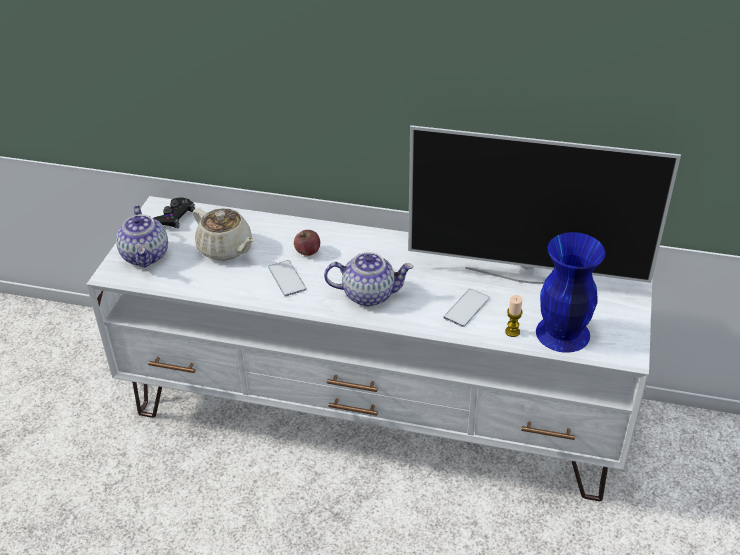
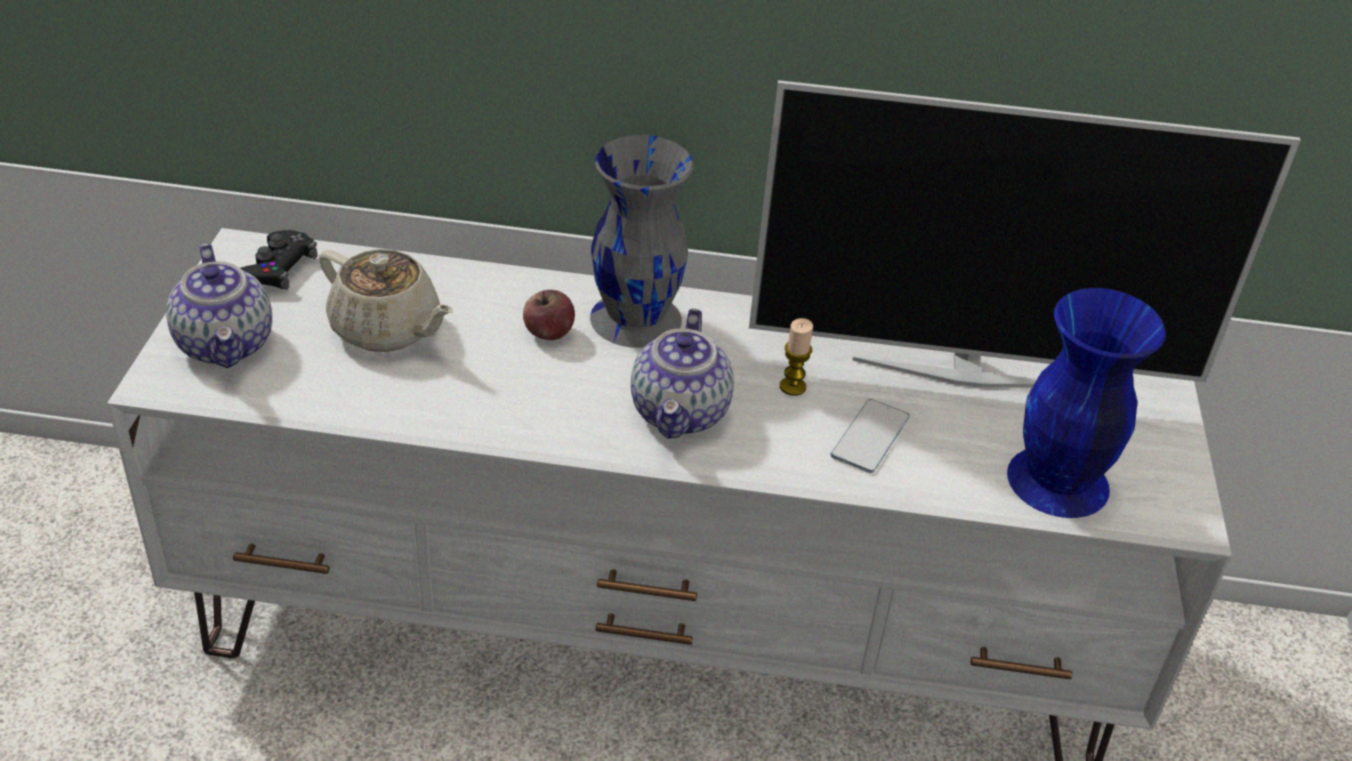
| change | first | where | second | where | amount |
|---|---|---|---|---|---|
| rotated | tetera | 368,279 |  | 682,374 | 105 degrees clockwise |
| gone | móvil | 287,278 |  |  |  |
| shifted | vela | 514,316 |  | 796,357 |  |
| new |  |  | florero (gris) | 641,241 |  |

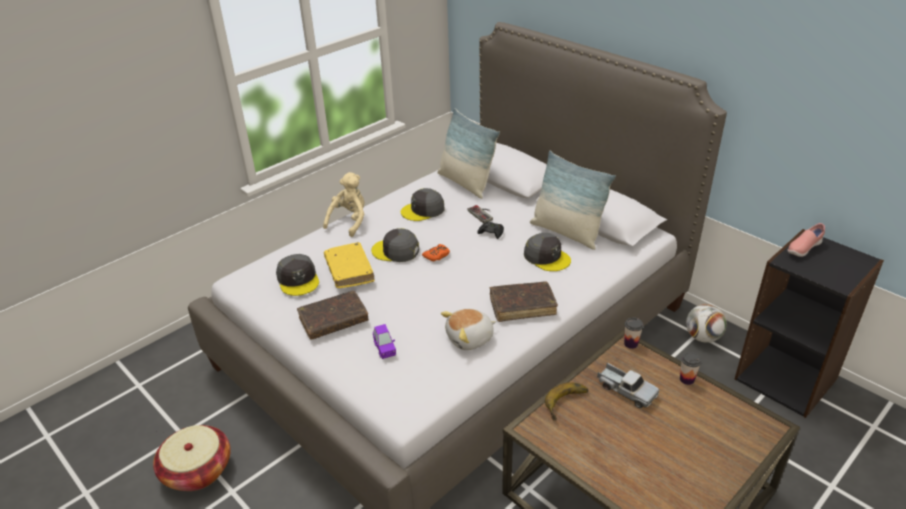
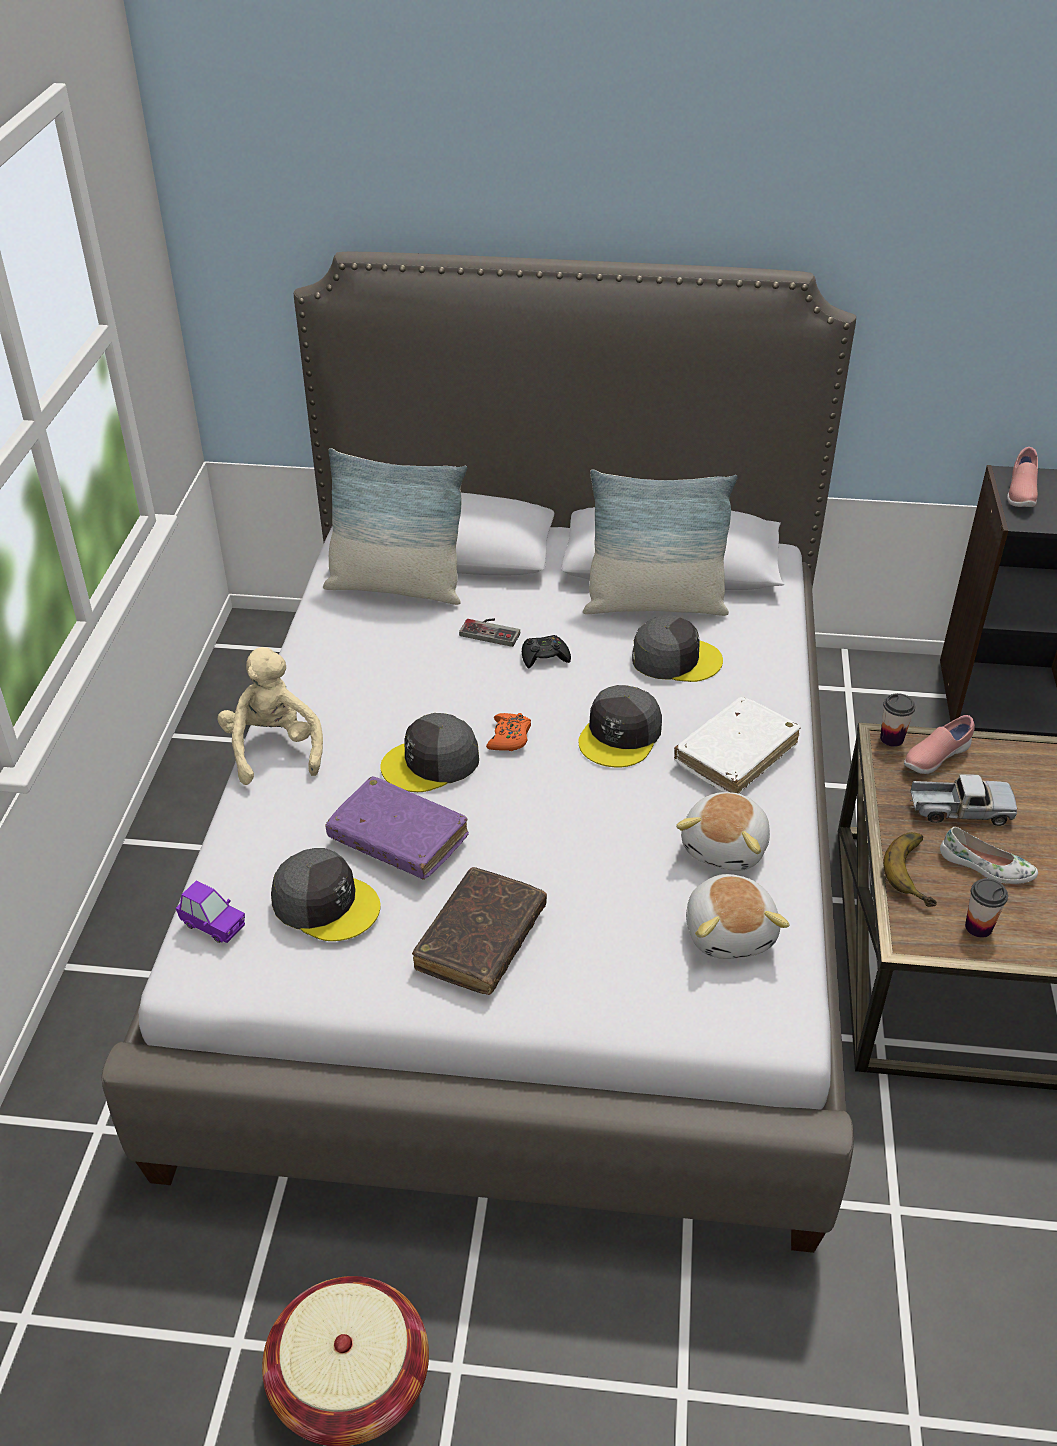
| change | first | where | second | where | amount |
|---|---|---|---|---|---|
| shifted | gorra (gris) | 423,204 |  | 620,726 |  |
| repainted | libro (amarillo) | 349,265 | libro (morado) | 397,828 |  |
| repainted | libro (marrón) | 524,301 | libro (blanco) | 737,745 |  |
| gone | balón de fútbol | 706,323 |  |  |  |
| shifted | coche de juguete (morado) | 384,341 |  | 210,911 |  |
| shifted | taza | 691,368 |  | 986,908 |  |
| new |  |  | zapato (rosa) | 939,744 |  |
| new |  |  | zapato (blanco) | 989,855 |  |
| new |  |  | peluche | 738,916 |  |

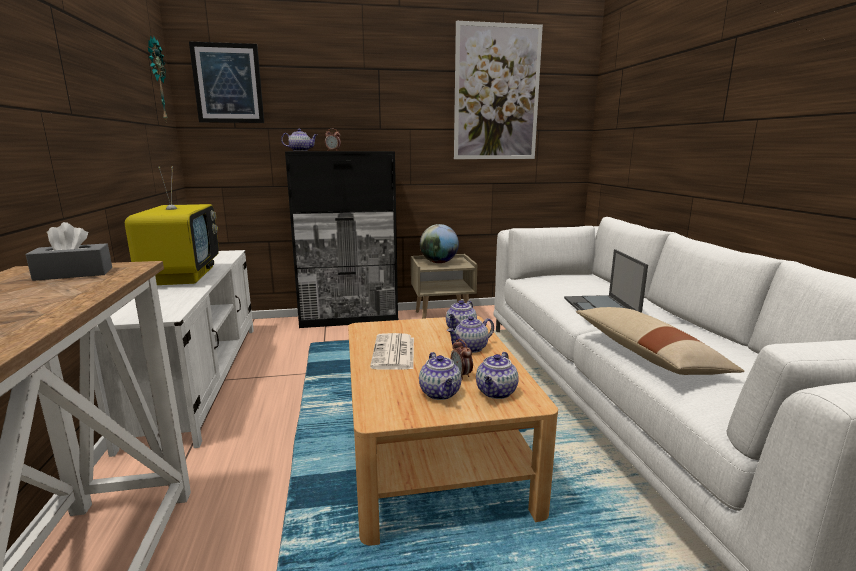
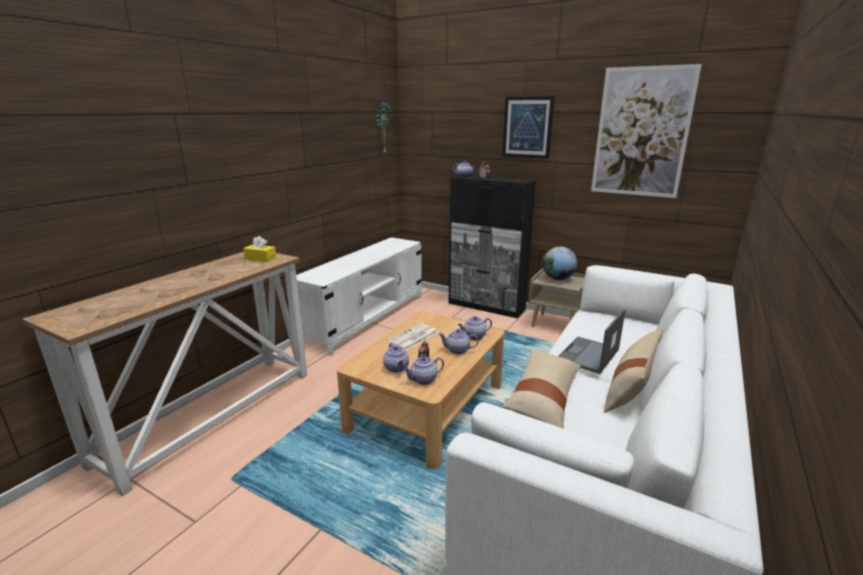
| change | first | where | second | where | amount |
|---|---|---|---|---|---|
| shifted | cuadro | 226,82 |  | 528,127 |  |
| gone | televisor | 172,226 |  |  |  |
| repainted | caja de pañuelos (gris) | 69,251 | caja de pañuelos (amarillo) | 259,249 |  |
| rotated | tetera | 440,376 |  | 396,358 | 45 degrees counterclockwise |
| new |  |  | cojín (beis) | 633,370 |  |

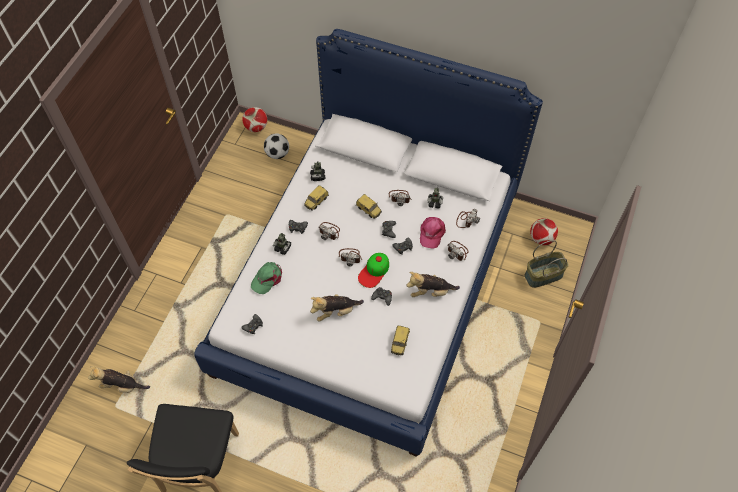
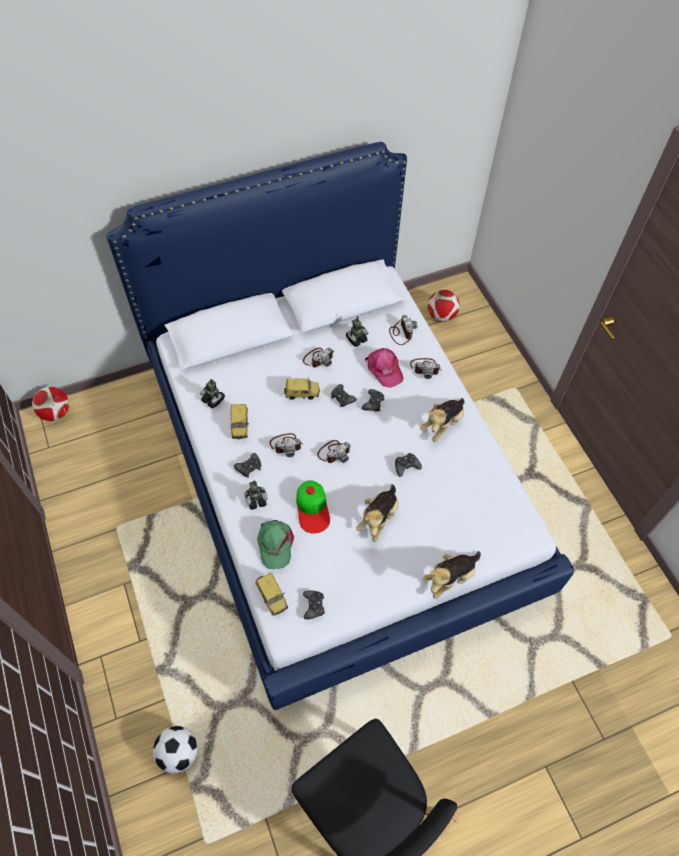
| change | first | where | second | where | amount |
|---|---|---|---|---|---|
| shifted | balón de fútbol | 276,146 |  | 175,750 |  |
| gone | cesta | 547,264 |  |  |  |
| shifted | gorra | 373,270 |  | 313,506 |  |
| shifted | coche de juguete | 400,340 |  | 272,594 |  |
| shifted | peluche | 119,379 |  | 452,575 |  |

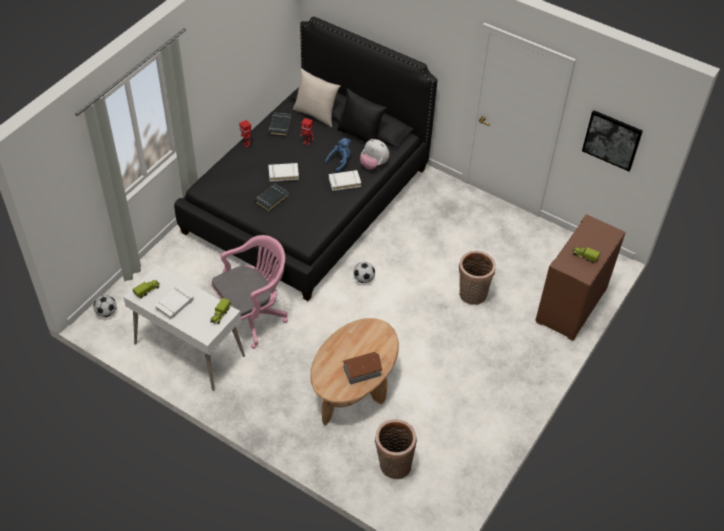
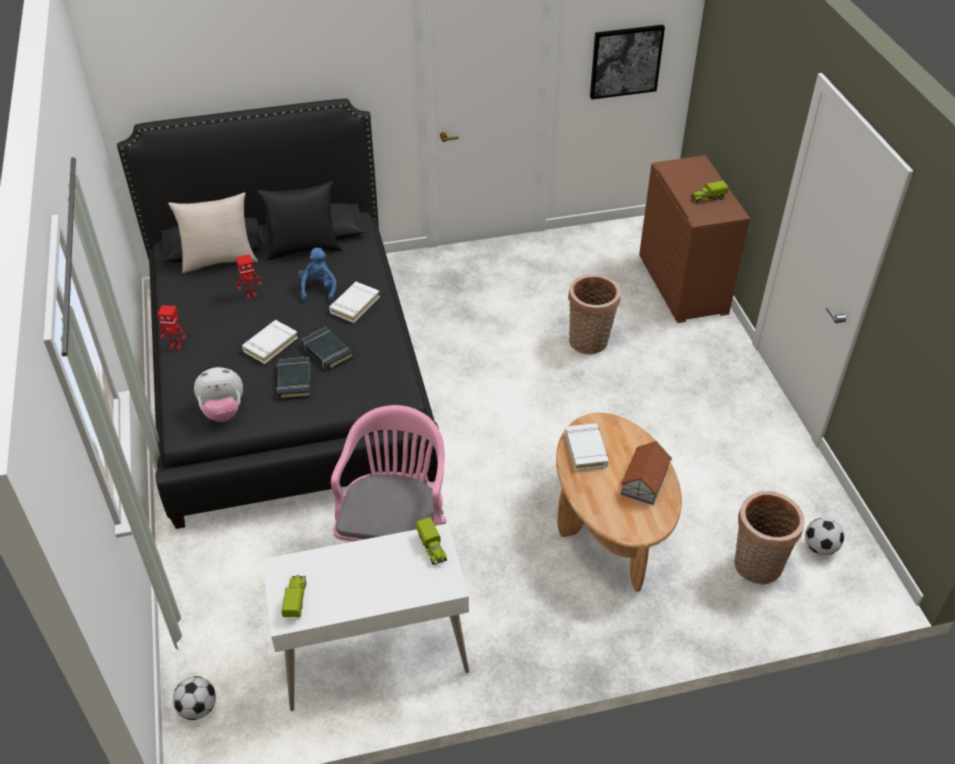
| change | first | where | second | where | amount |
|---|---|---|---|---|---|
| shifted | libro (negro) | 280,125 |  | 327,349 |  |
| shifted | peluche | 374,154 |  | 218,394 |  |
| shifted | balón de fútbol | 364,272 |  | 824,536 |  |
| shifted | libro (blanco) | 174,302 |  | 587,447 |  |

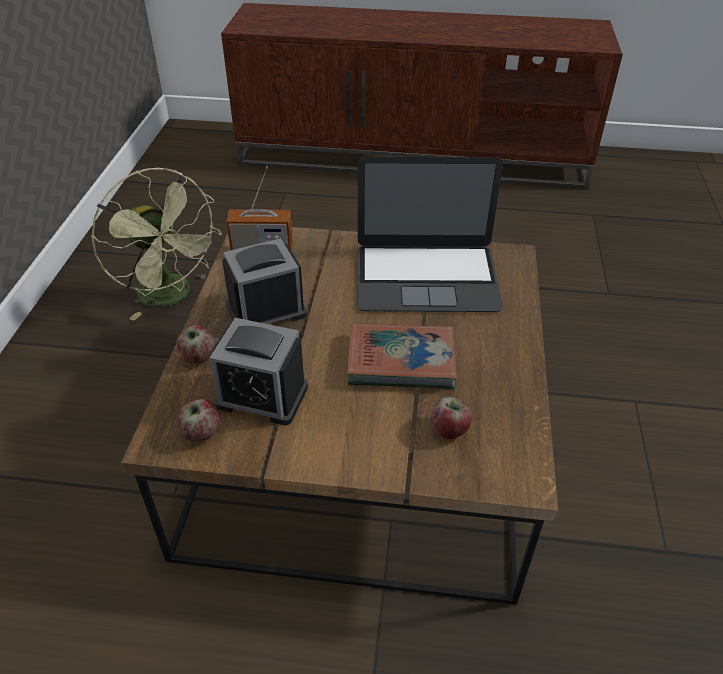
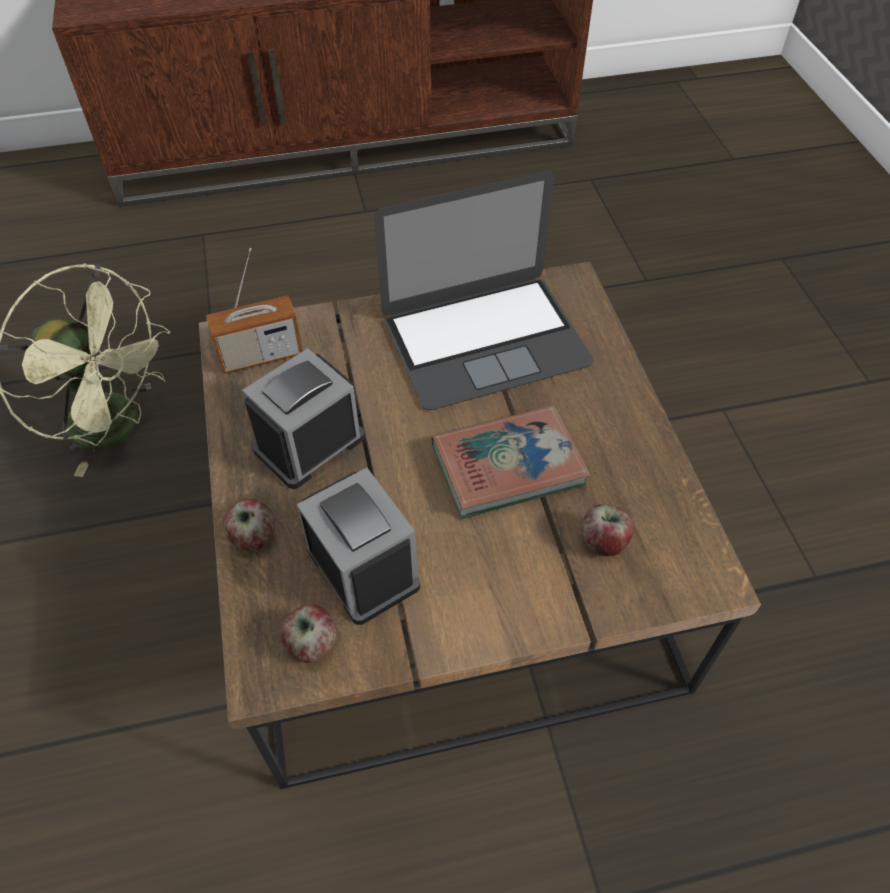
| change | first | where | second | where | amount |
|---|---|---|---|---|---|
| rotated | despertador | 258,371 |  | 358,546 | 120 degrees counterclockwise |

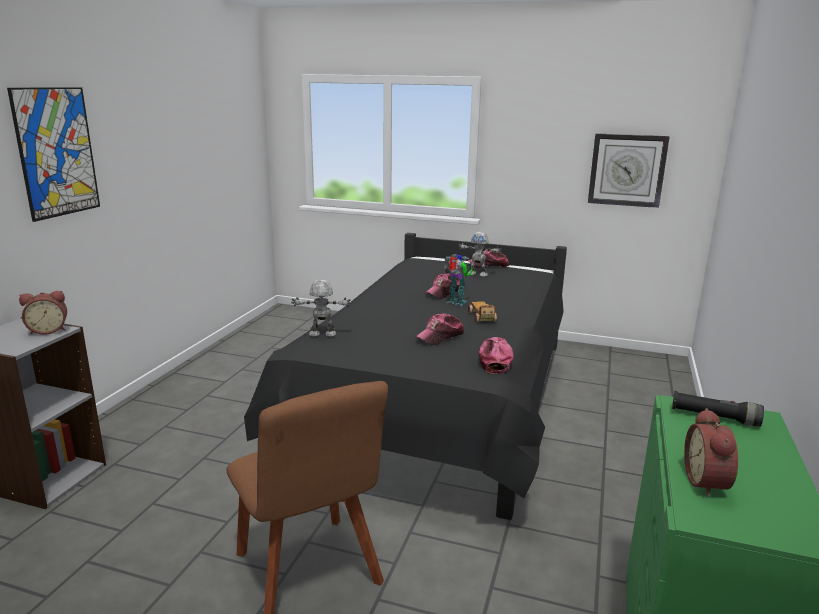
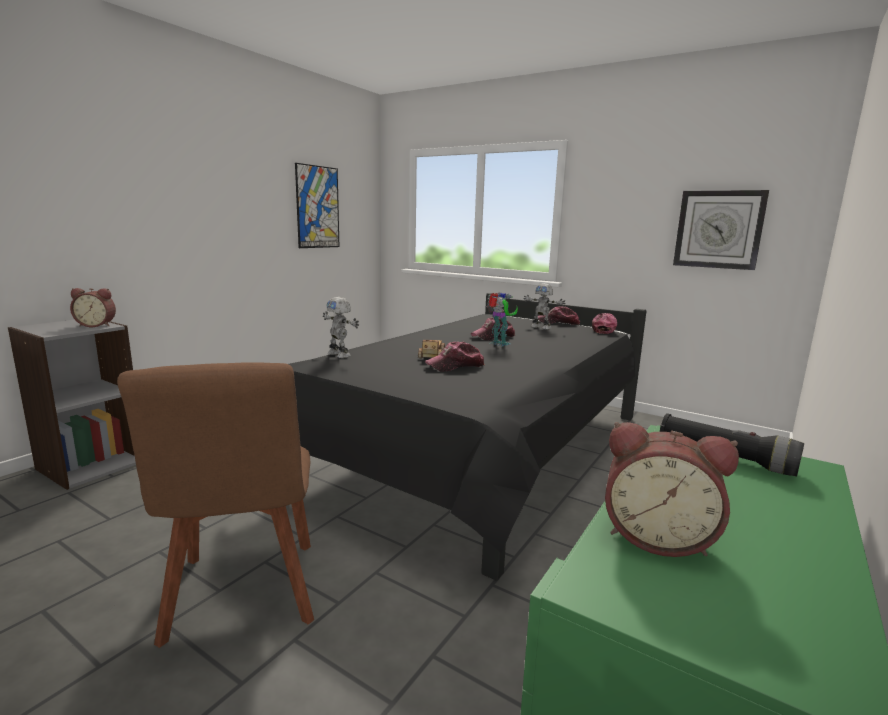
| change | first | where | second | where | amount |
|---|---|---|---|---|---|
| shifted | cuadro | 53,154 |  | 317,205 |  |
| rotated | robot de juguete | 321,308 |  | 341,327 | 150 degrees counterclockwise |
| shifted | coche de juguete | 482,312 |  | 431,349 |  |
| shifted | gorra | 496,355 |  | 604,323 |  |
| rotated | despertador | 711,453 |  | 672,489 | 90 degrees counterclockwise |

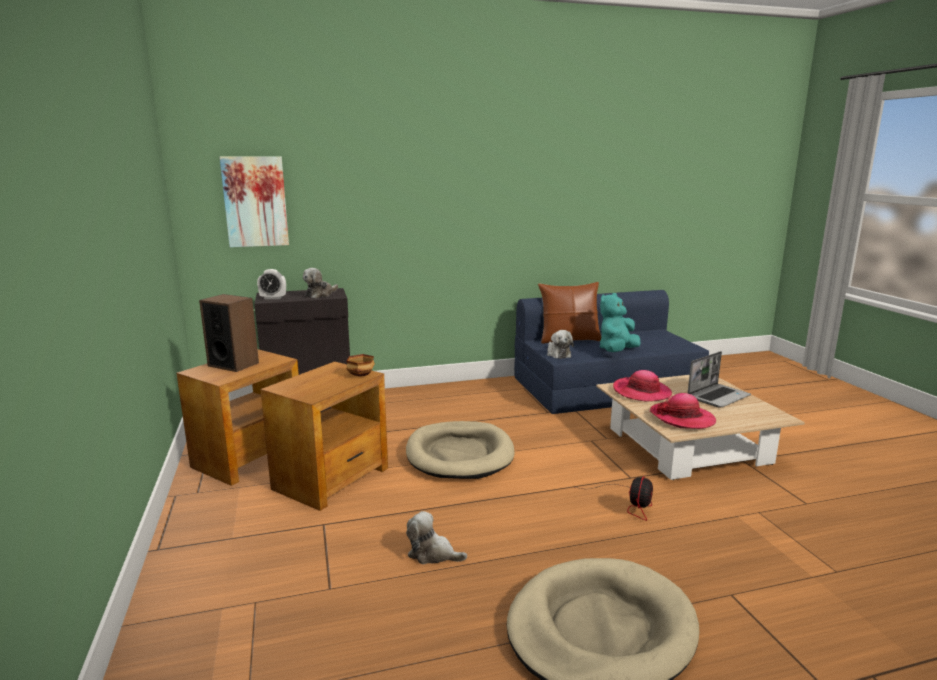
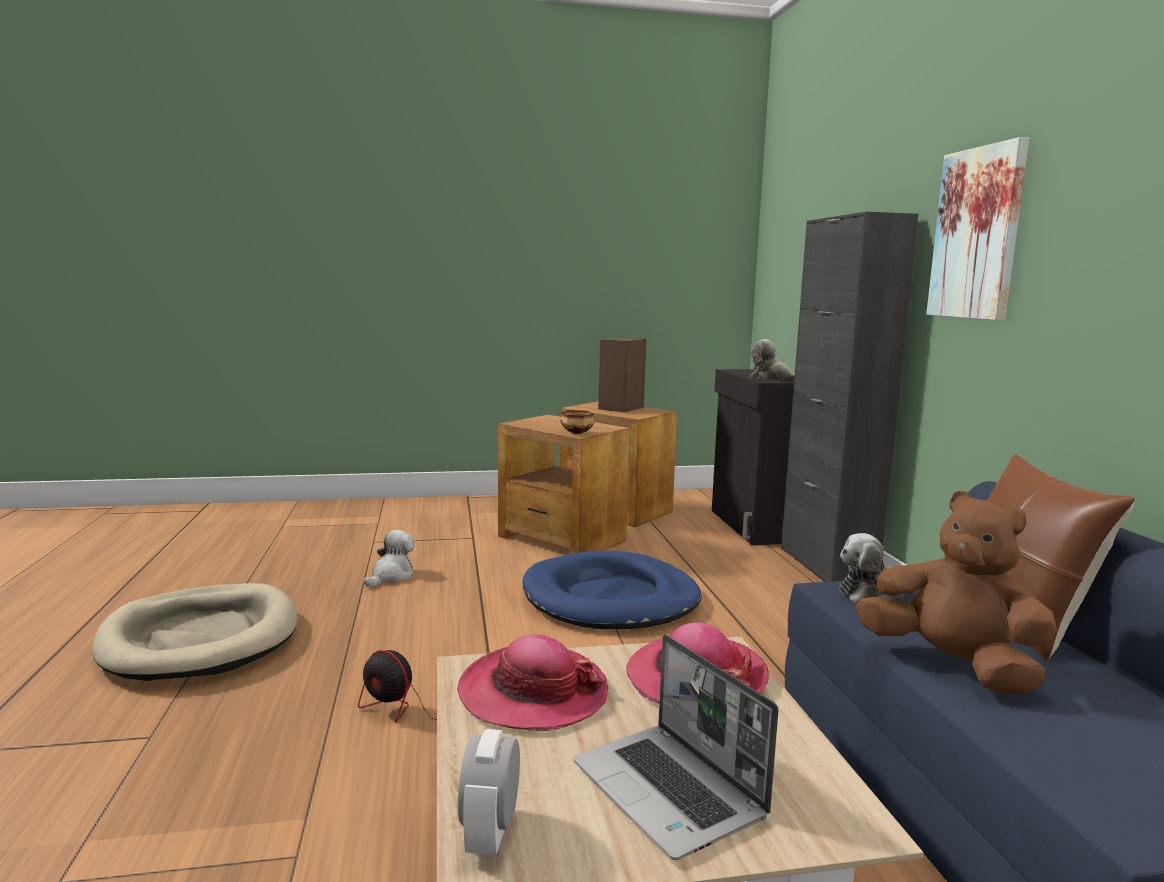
| change | first | where | second | where | amount |
|---|---|---|---|---|---|
| shifted | cuadro | 254,201 |  | 977,228 |  |
| shifted | despertador | 271,284 |  | 489,792 |  |
| repainted | peluche (turquesa) | 620,322 | peluche (marrón) | 956,593 |  |
| repainted | cama para perro (beis) | 460,450 | cama para perro (azul) | 612,590 |  |
| new |  |  | armario (negro) | 849,397 |  |

